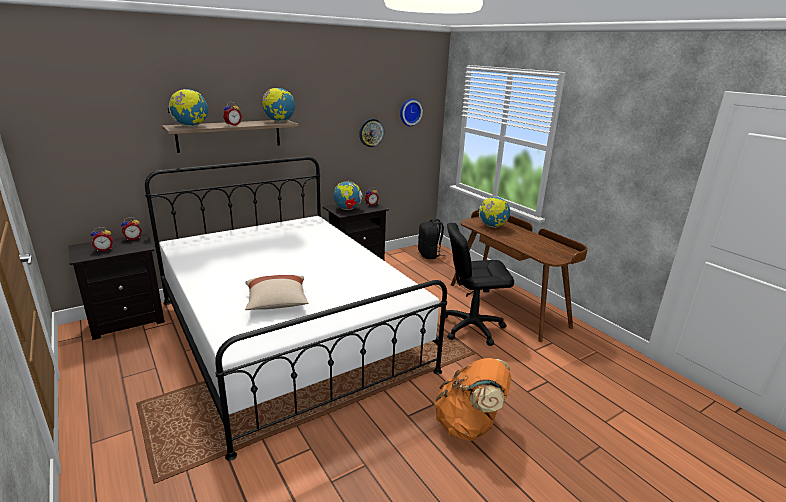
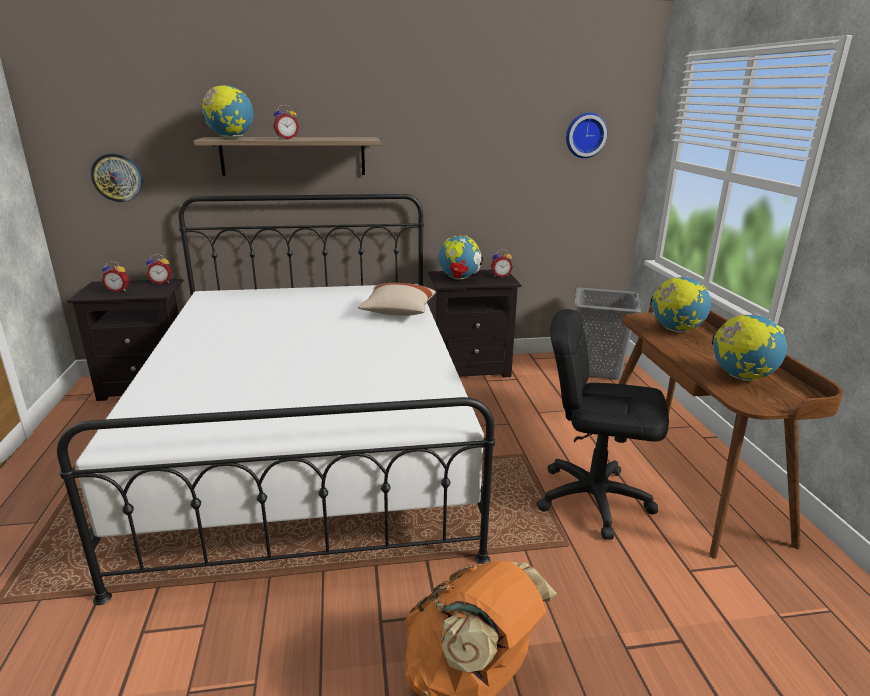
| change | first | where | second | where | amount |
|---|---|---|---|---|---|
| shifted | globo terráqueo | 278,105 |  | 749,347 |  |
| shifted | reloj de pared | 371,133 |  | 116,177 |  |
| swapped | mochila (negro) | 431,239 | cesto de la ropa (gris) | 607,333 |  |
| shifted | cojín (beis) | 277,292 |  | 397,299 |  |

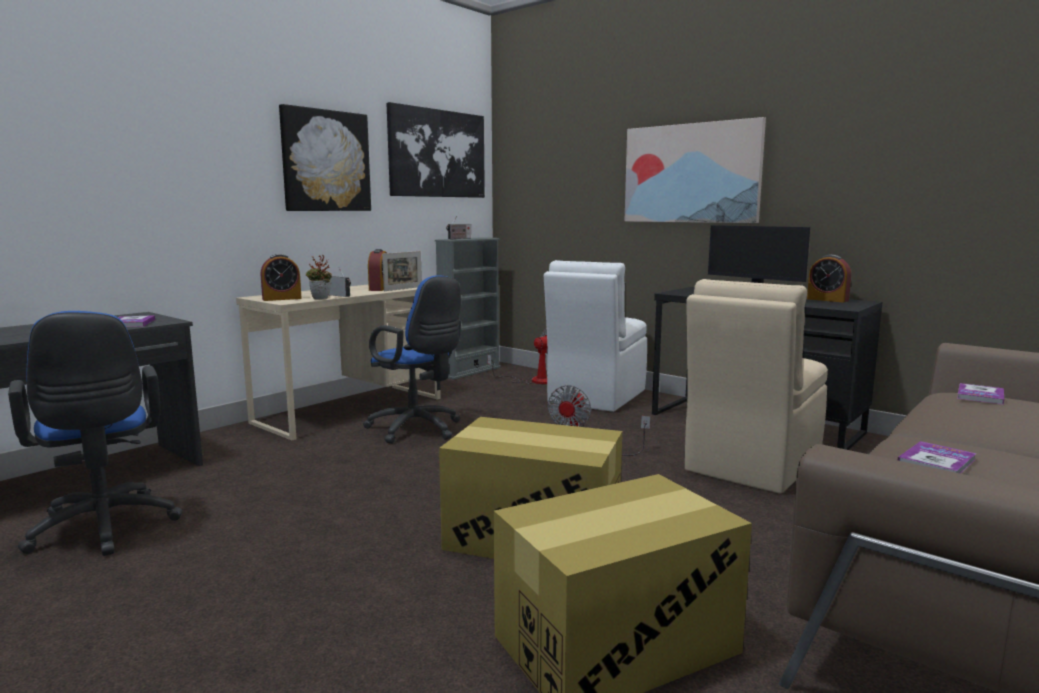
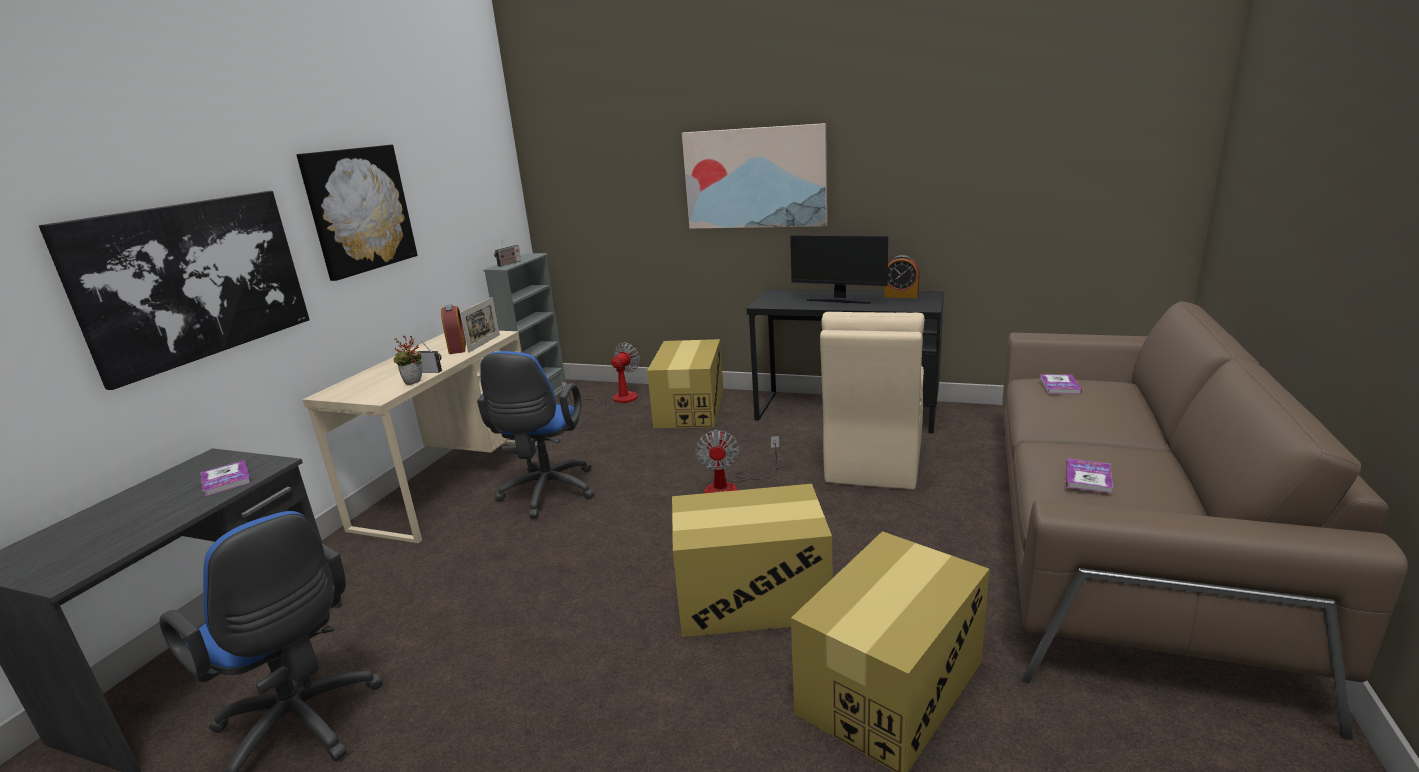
| change | first | where | second | where | amount |
|---|---|---|---|---|---|
| shifted | cuadro | 435,150 |  | 174,290 |  |
| gone | despertador | 281,277 |  |  |  |
| swapped | silla (blanco) | 595,336 | caja de cartón | 685,383 |  |
| rotated | silla de oficina (azul) | 412,359 |  | 535,434 | 75 degrees clockwise |

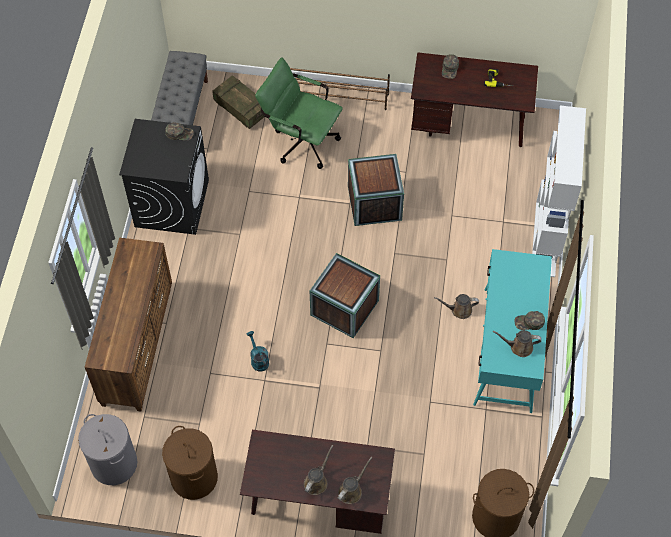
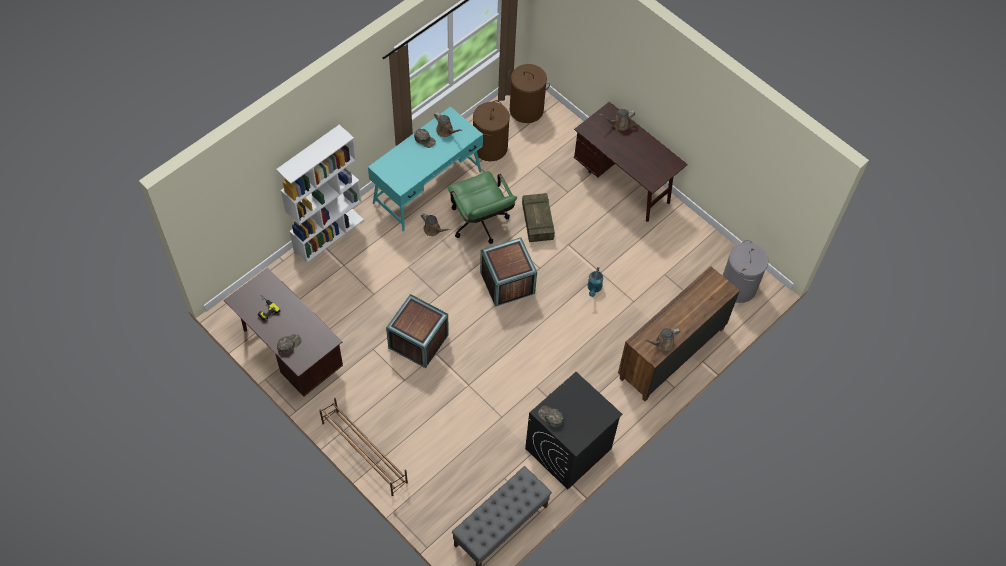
| change | first | where | second | where | amount |
|---|---|---|---|---|---|
| shifted | silla de oficina (verde) | 299,113 |  | 482,207 |  |
| shifted | caja de embalaje | 238,102 |  | 538,217 |  |
| shifted | cesto de la ropa (marrón) | 190,463 |  | 491,130 |  |
| shifted | regadera (marrón) | 318,470 |  | 662,339 |  |

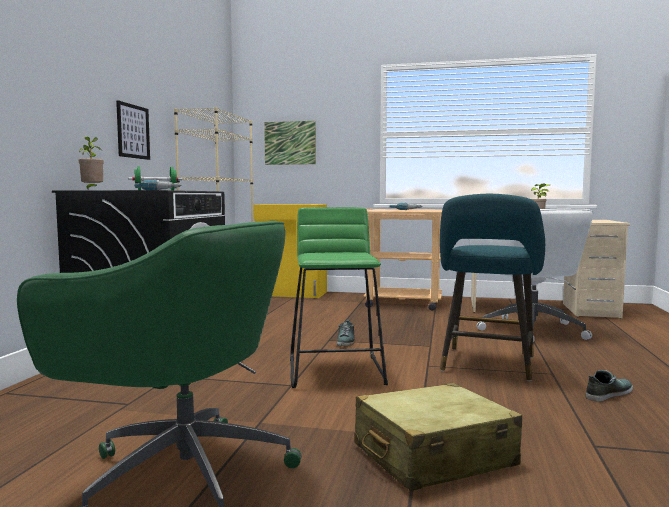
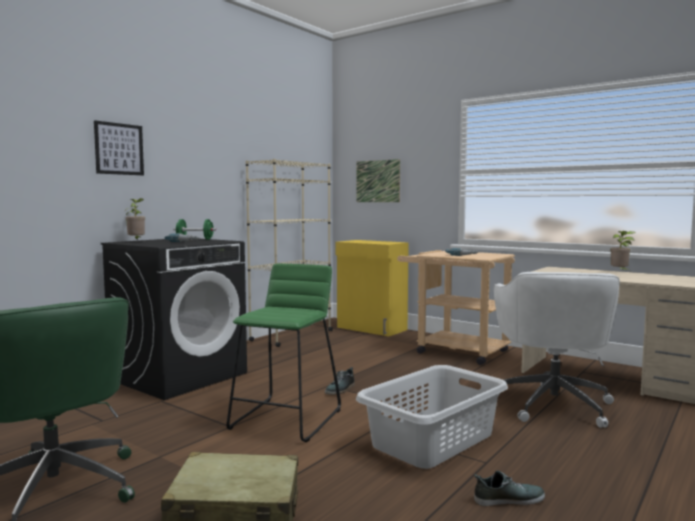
| change | first | where | second | where | amount |
|---|---|---|---|---|---|
| shifted | cuadro | 133,130 |  | 119,147 |  |
| swapped | taburete (turquesa) | 492,287 | cesto de la ropa (gris) | 432,417 |  |

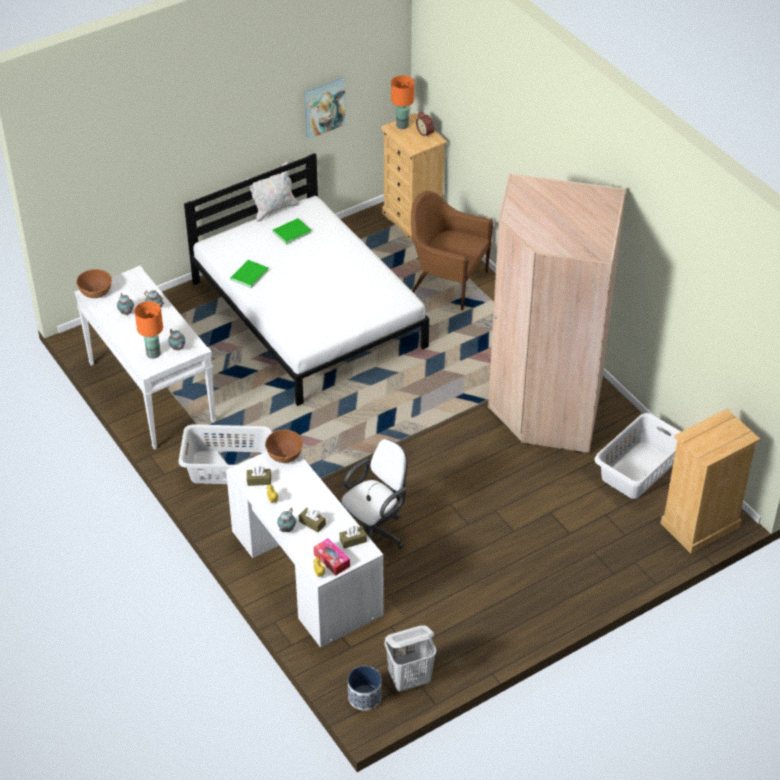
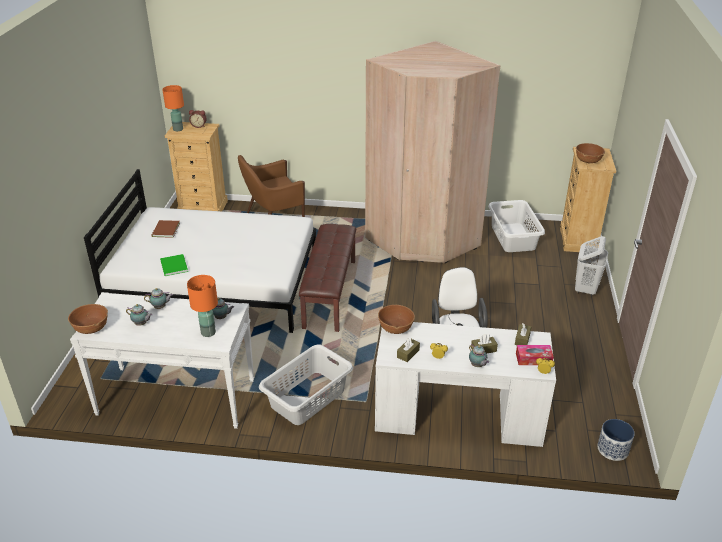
| change | first | where | second | where | amount |
|---|---|---|---|---|---|
| gone | cuadro | 325,108 |  |  |  |
| gone | cojín (blanco) | 272,191 |  |  |  |
| repainted | libro (verde) | 292,231 | libro (marrón) | 165,229 |  |
| shifted | cesto de la ropa (blanco) | 410,658 |  | 591,266 |  |
| new |  |  | cuenco (marrón) | 590,153 |  |
| new |  |  | banco (marrón) | 327,278 |  |

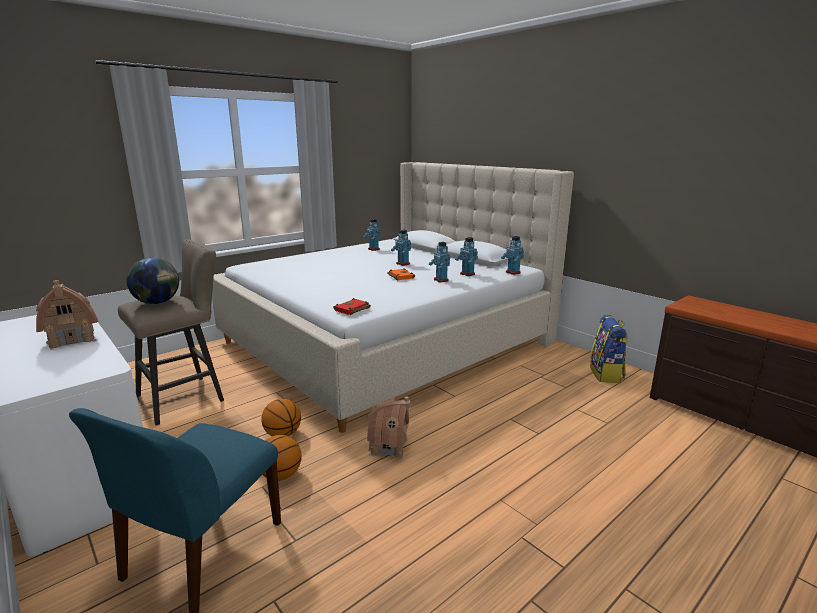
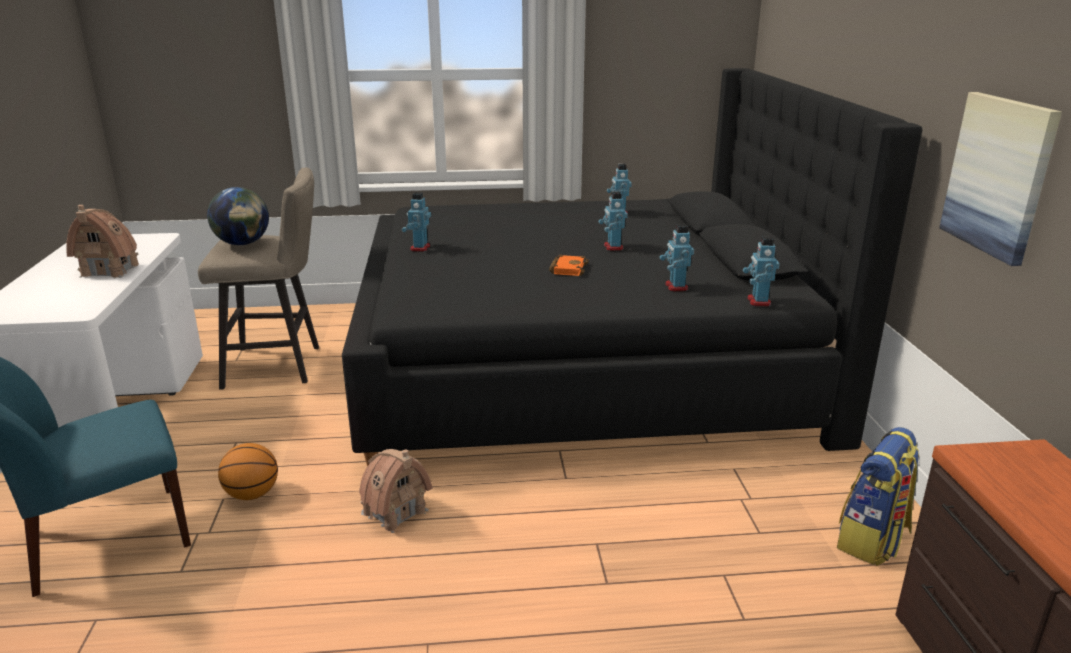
| change | first | where | second | where | amount |
|---|---|---|---|---|---|
| repainted | cama (beis) | 393,297 | cama (negro) | 632,267 |  |
| shifted | robot de juguete | 439,262 |  | 416,222 |  |
| gone | libro (rojo) | 352,306 |  |  |  |
| gone | balón de baloncesto | 281,417 |  |  |  |
| new |  |  | cuadro | 1000,179 |  |

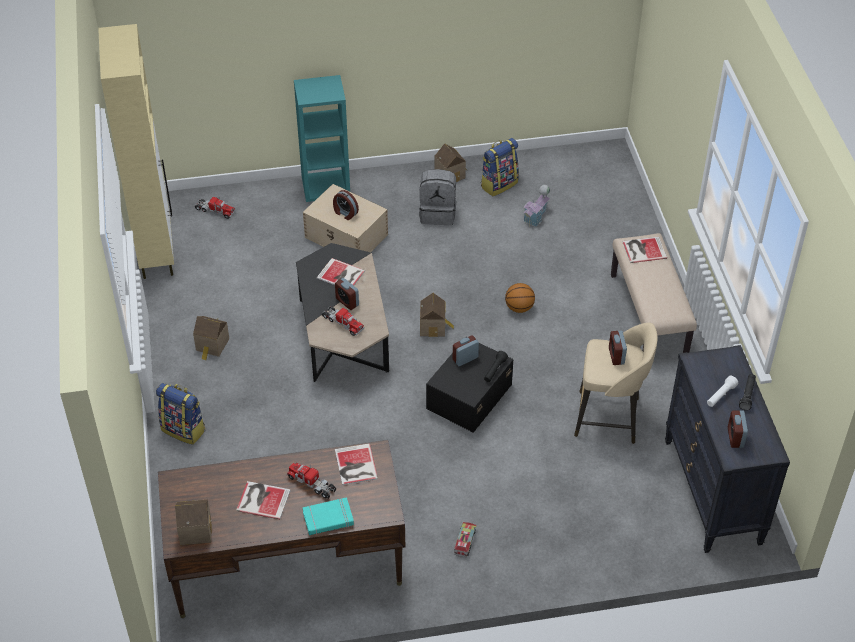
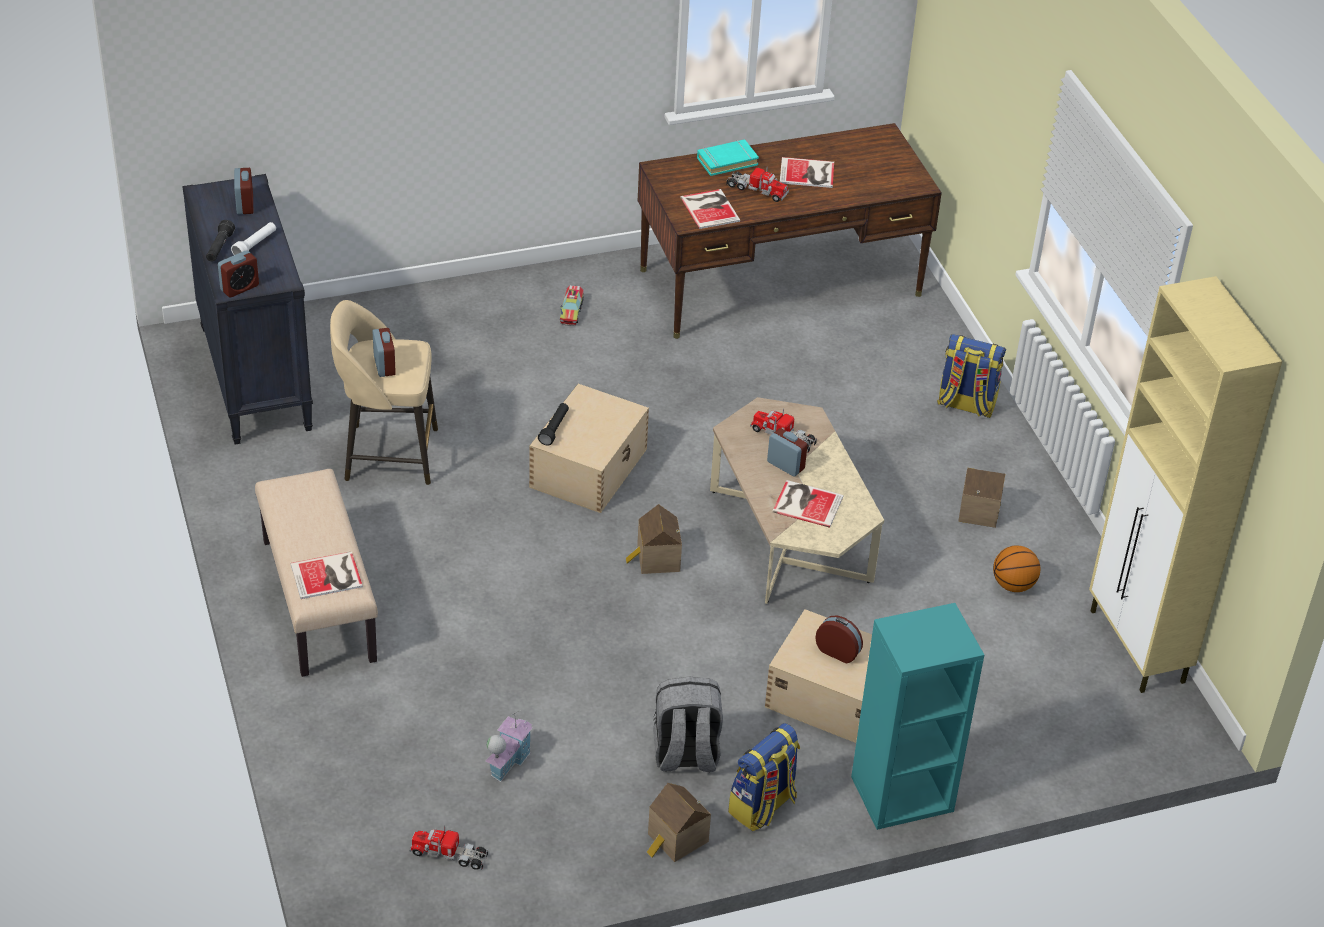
| change | first | where | second | where | amount |
|---|---|---|---|---|---|
| shifted | mochila | 500,167 |  | 764,777 |  |
| shifted | camión de juguete | 215,208 |  | 449,848 |  |
| repainted | mesa de centro (negro) | 342,312 | mesa de centro (beis) | 797,500 |  |
| shifted | balón de baloncesto | 520,298 |  | 1016,568 |  |
| shifted | despertador | 466,350 |  | 238,273 |  |
| repainted | caja de almacenaje (negro) | 470,385 | caja de almacenaje (beis) | 589,448 |  |
| gone | casita | 193,522 |  |  |  |

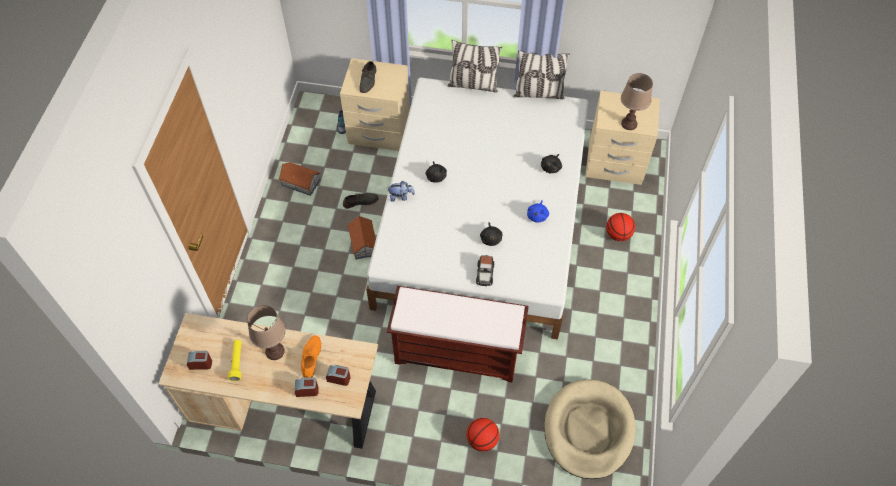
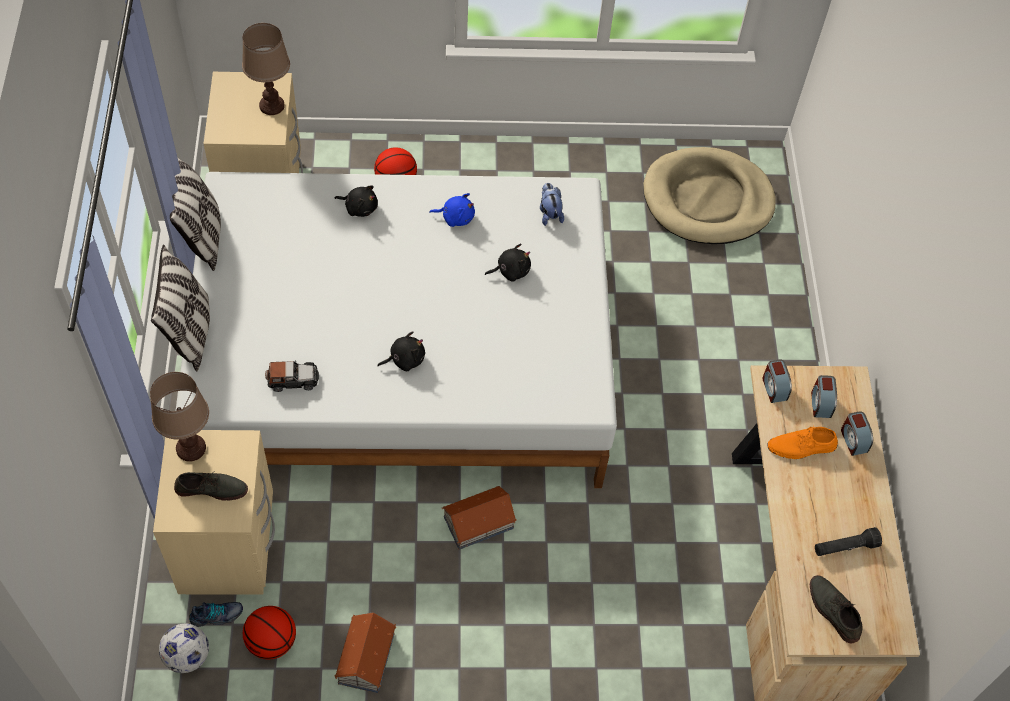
| change | first | where | second | where | amount |
|---|---|---|---|---|---|
| shifted | peluche | 400,191 |  | 552,204 |  |
| shifted | zapato (gris) | 361,200 |  | 836,609 |  |
| shifted | coche de juguete | 485,270 |  | 292,376 |  |
| gone | banco (marrón) | 457,334 |  |  |  |
| shifted | lámpara de mesa (marrón) | 266,332 |  | 179,417 |  |
| repainted | linterna (amarillo) | 234,360 | linterna (negro) | 848,541 |  |
| shifted | despertador | 199,360 |  | 777,381 |  |
| shifted | balón de baloncesto | 483,435 |  | 269,632 |  |
| new |  |  | balón de fútbol | 184,648 |  |

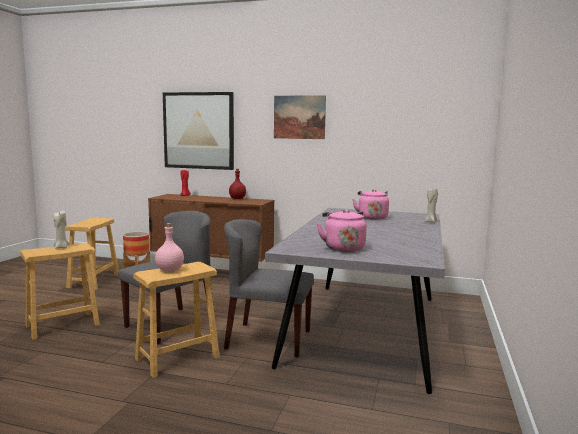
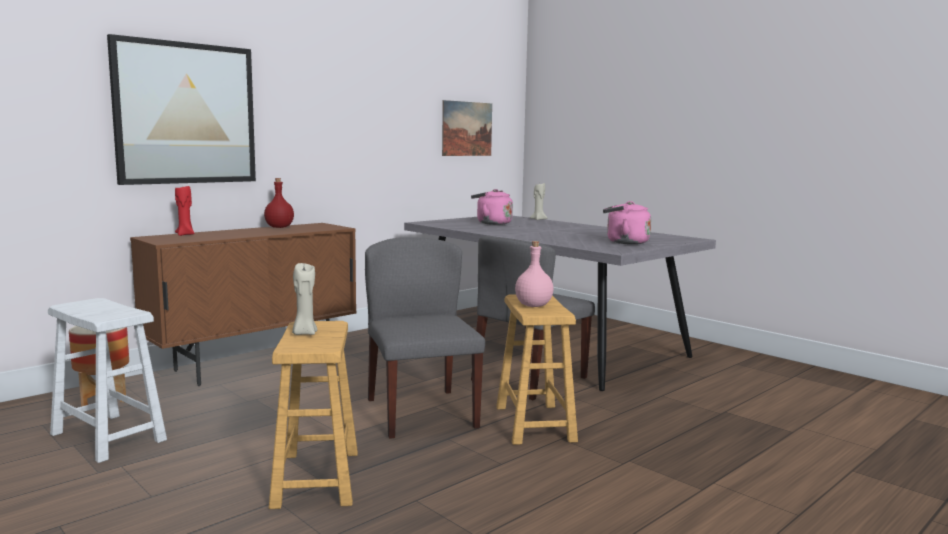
| change | first | where | second | where | amount |
|---|---|---|---|---|---|
| shifted | cuadro | 300,117 |  | 467,128 |  |
| repainted | taburete (marrón) | 92,254 | taburete (blanco) | 107,380 |  |

